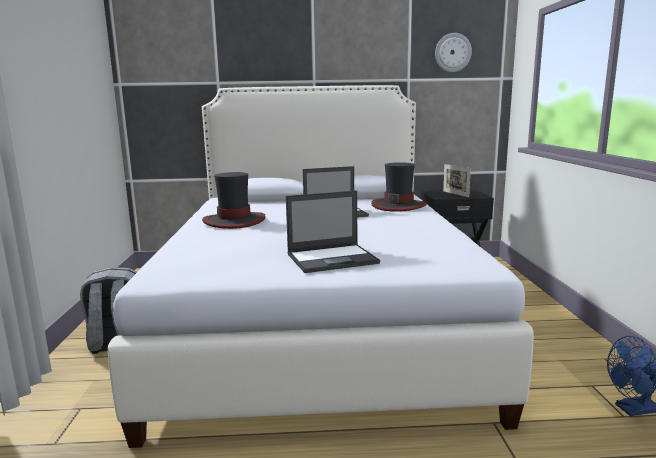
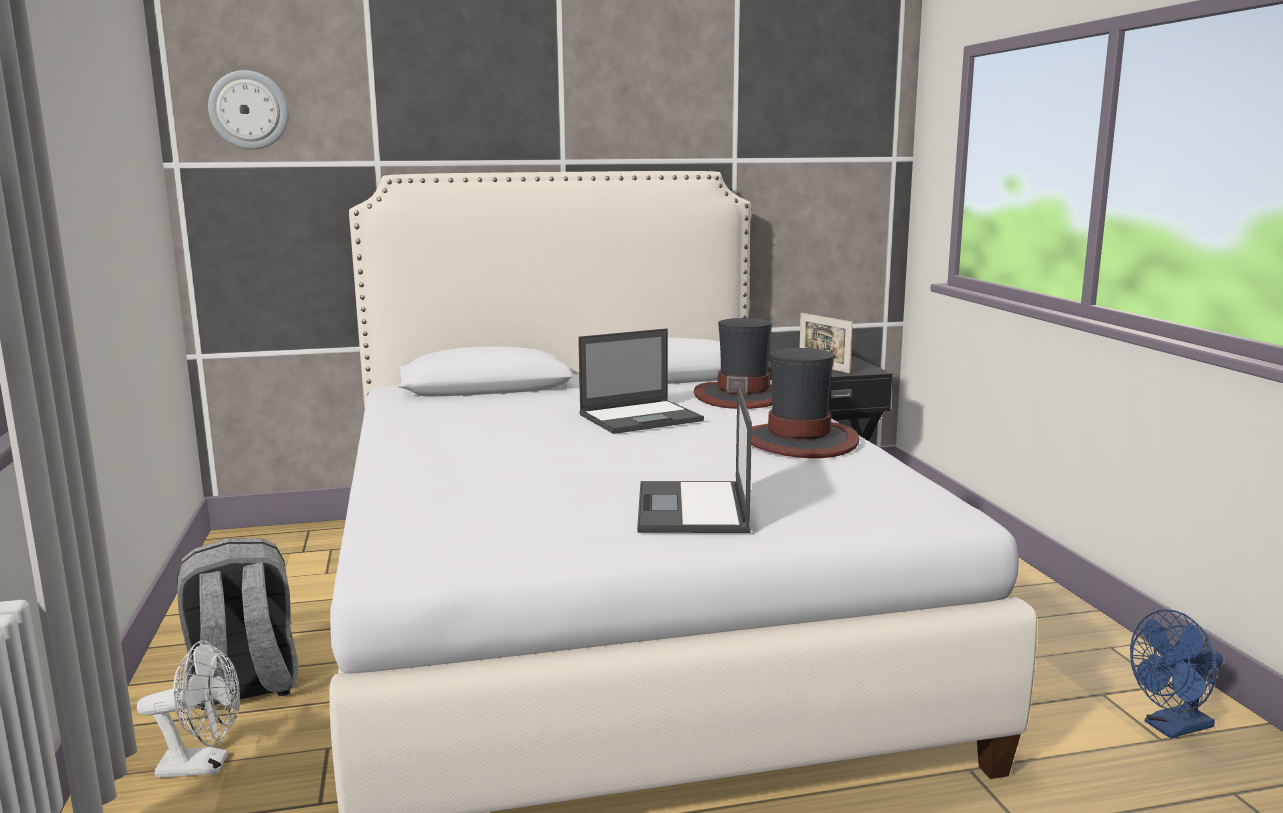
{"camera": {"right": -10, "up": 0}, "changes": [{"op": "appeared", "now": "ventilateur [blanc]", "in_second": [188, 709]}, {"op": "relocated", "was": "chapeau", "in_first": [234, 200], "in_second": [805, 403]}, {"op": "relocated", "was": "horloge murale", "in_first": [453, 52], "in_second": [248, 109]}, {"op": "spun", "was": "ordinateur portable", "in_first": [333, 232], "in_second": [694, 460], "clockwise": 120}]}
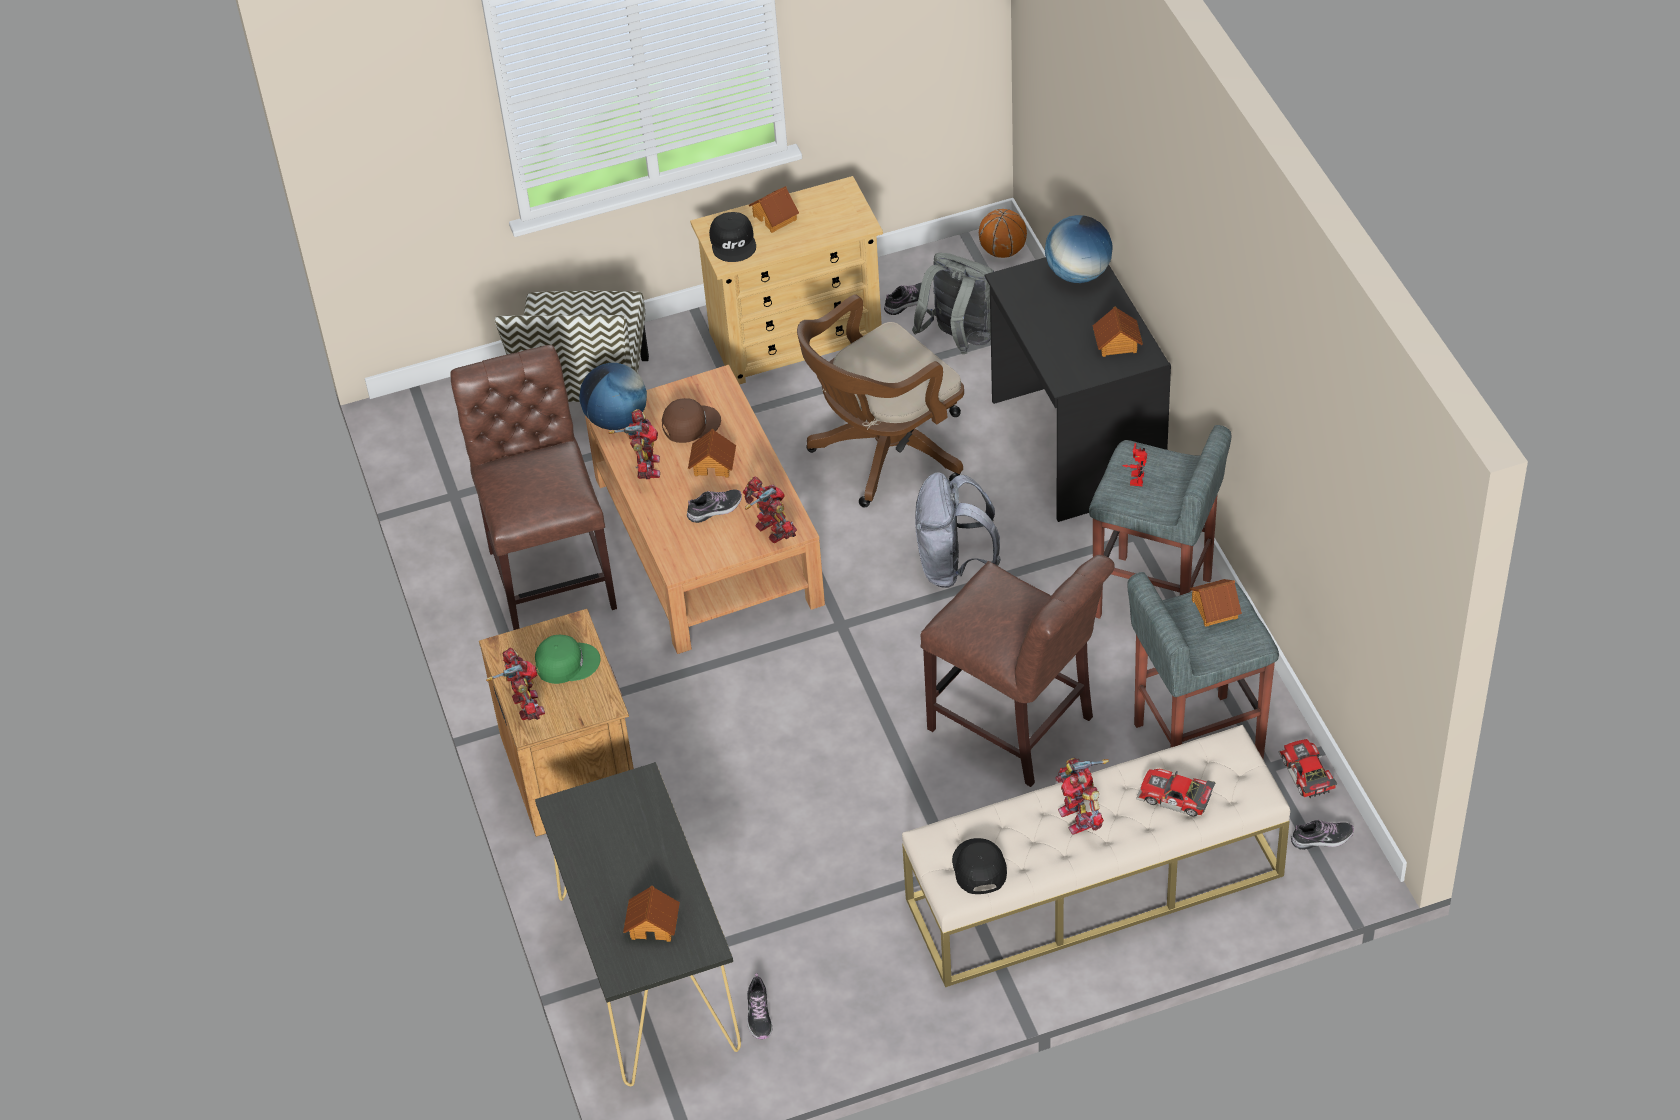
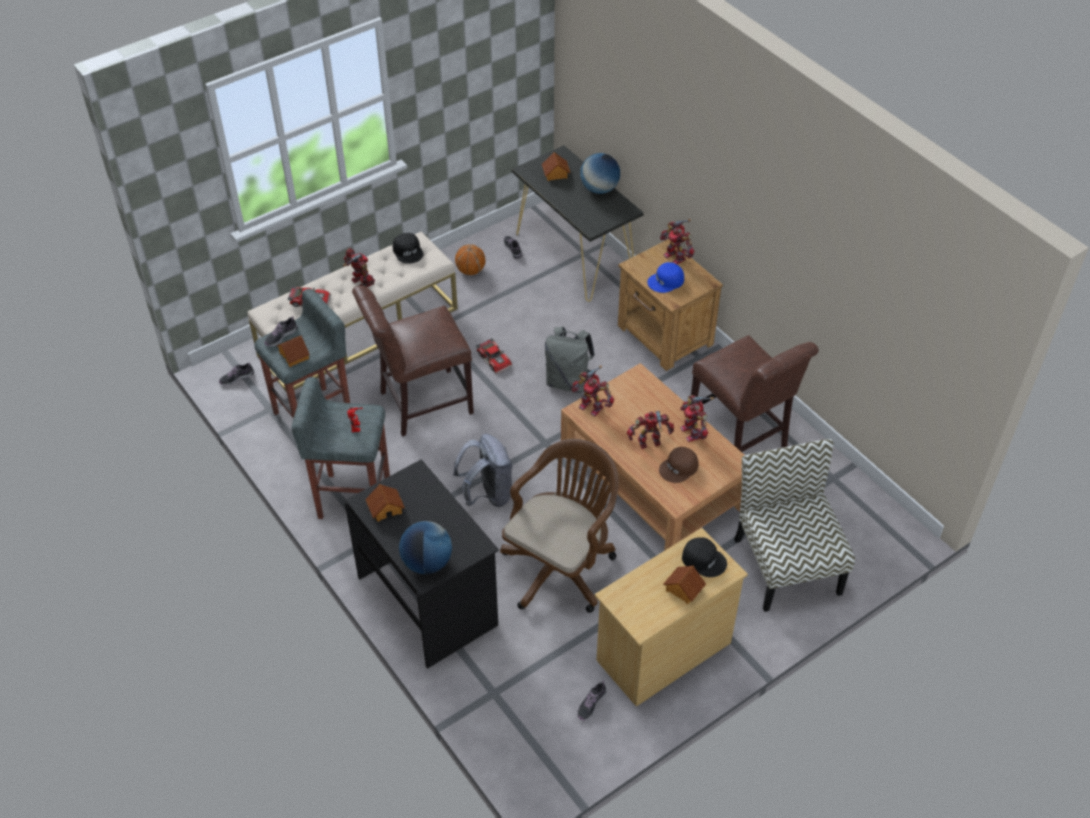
{"camera": {"right": 160, "up": 0}, "changes": [{"op": "relocated", "was": "globe", "in_first": [613, 396], "in_second": [600, 173]}, {"op": "relocated", "was": "chaussure", "in_first": [714, 506], "in_second": [281, 331]}, {"op": "relocated", "was": "sac à dos [gris]", "in_first": [953, 303], "in_second": [570, 359]}, {"op": "relocated", "was": "ballon de basket", "in_first": [1003, 233], "in_second": [470, 259]}, {"op": "relocated", "was": "petite voiture", "in_first": [1307, 768], "in_second": [494, 356]}, {"op": "exchanged", "was": "maison miniature", "now": "robot jouet", "in_first": [712, 453], "in_second": [650, 430]}, {"op": "colour", "was": "casquette [vert]", "now": "casquette [bleu]", "in_first": [567, 659], "in_second": [665, 277]}, {"op": "spun", "was": "casquette [noir]", "in_first": [732, 237], "in_second": [704, 557], "clockwise": 150}, {"op": "spun", "was": "chaise [marron]", "in_first": [1017, 671], "in_second": [413, 361], "clockwise": -45}]}
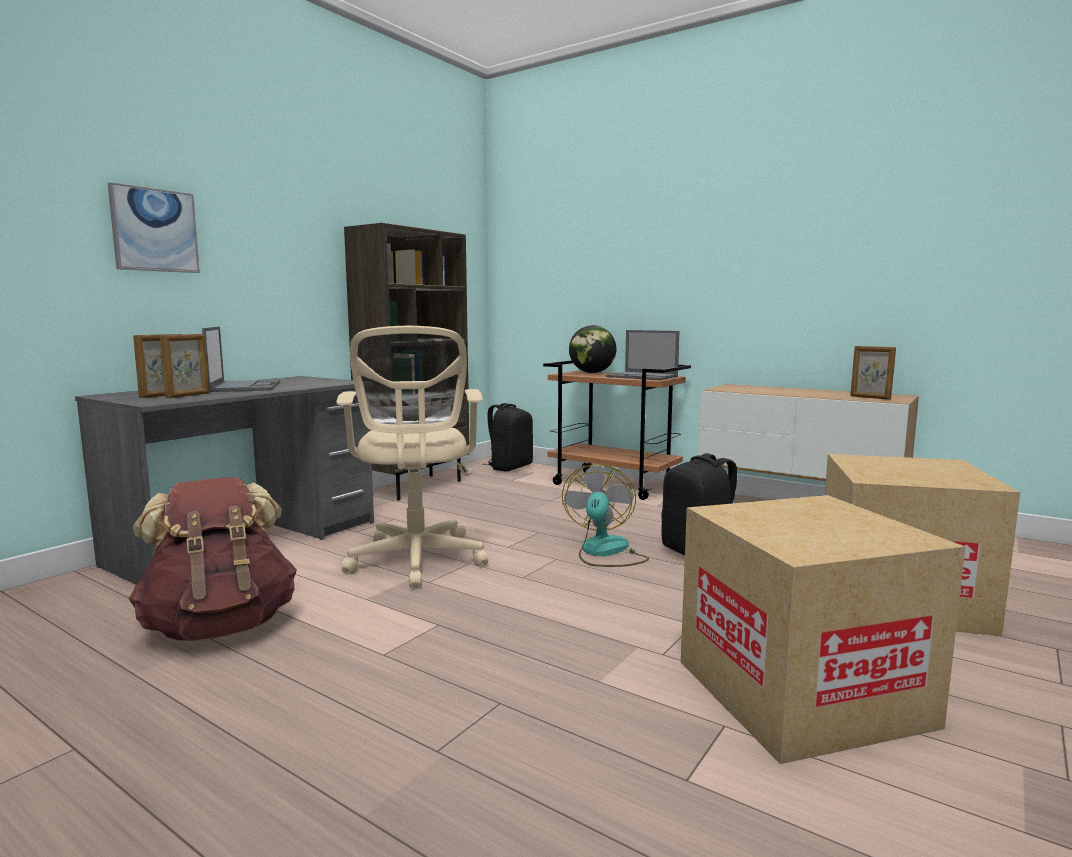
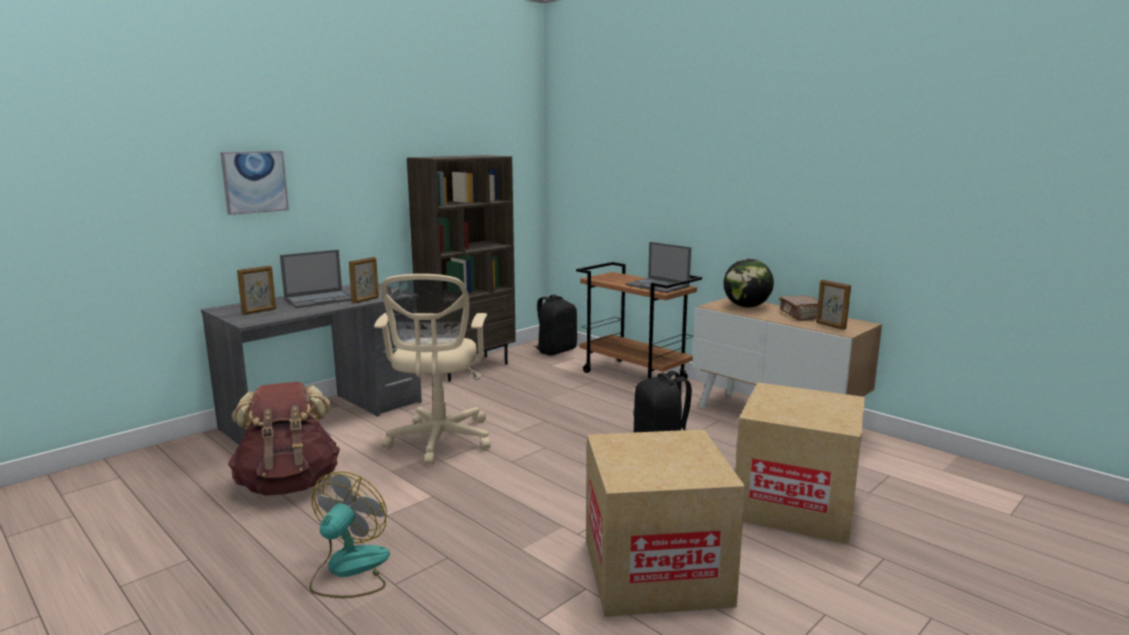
{"camera": {"right": 10, "up": 5}, "changes": [{"op": "appeared", "now": "livre [marron]", "in_second": [798, 308]}, {"op": "relocated", "was": "cadre photo", "in_first": [184, 366], "in_second": [364, 280]}, {"op": "relocated", "was": "ventilateur", "in_first": [605, 515], "in_second": [349, 534]}, {"op": "relocated", "was": "globe", "in_first": [592, 349], "in_second": [749, 283]}, {"op": "spun", "was": "ordinateur portable", "in_first": [241, 359], "in_second": [315, 279], "clockwise": 60}]}
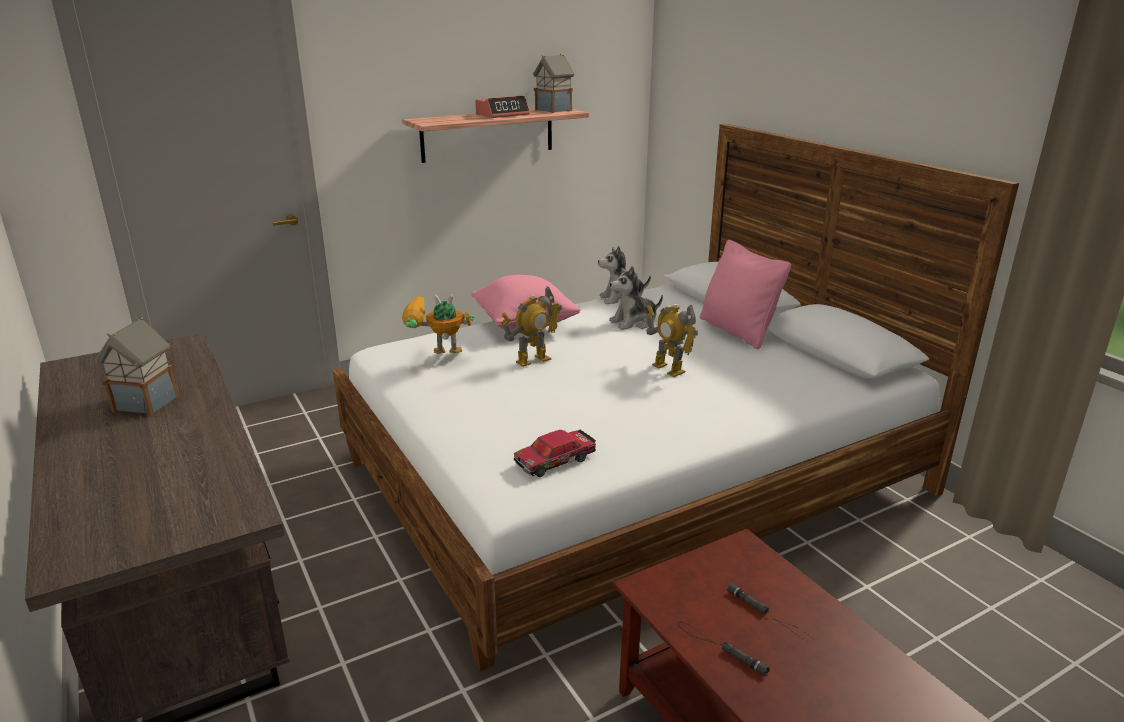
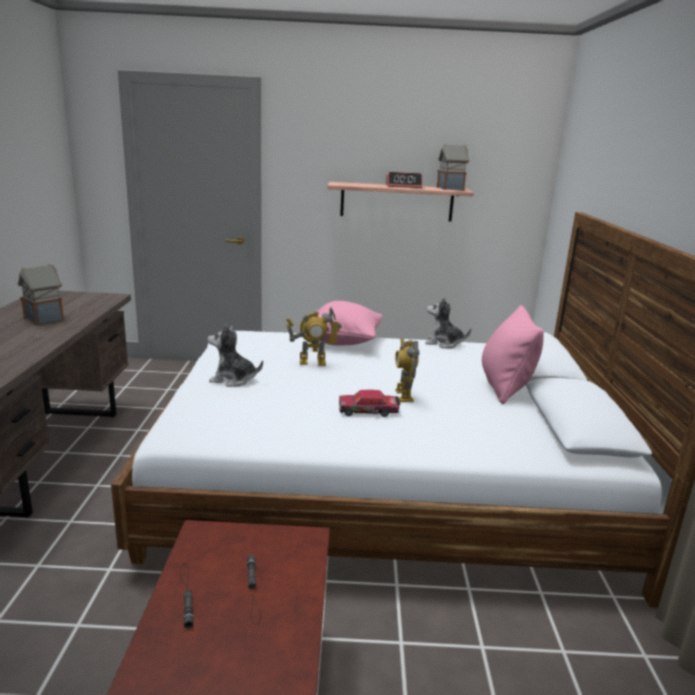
{"camera": {"right": 30, "up": -5}, "changes": [{"op": "missing", "was": "robot jouet", "in_first": [438, 324]}, {"op": "relocated", "was": "petite voiture", "in_first": [555, 453], "in_second": [369, 403]}, {"op": "relocated", "was": "peluche", "in_first": [636, 298], "in_second": [235, 355]}]}
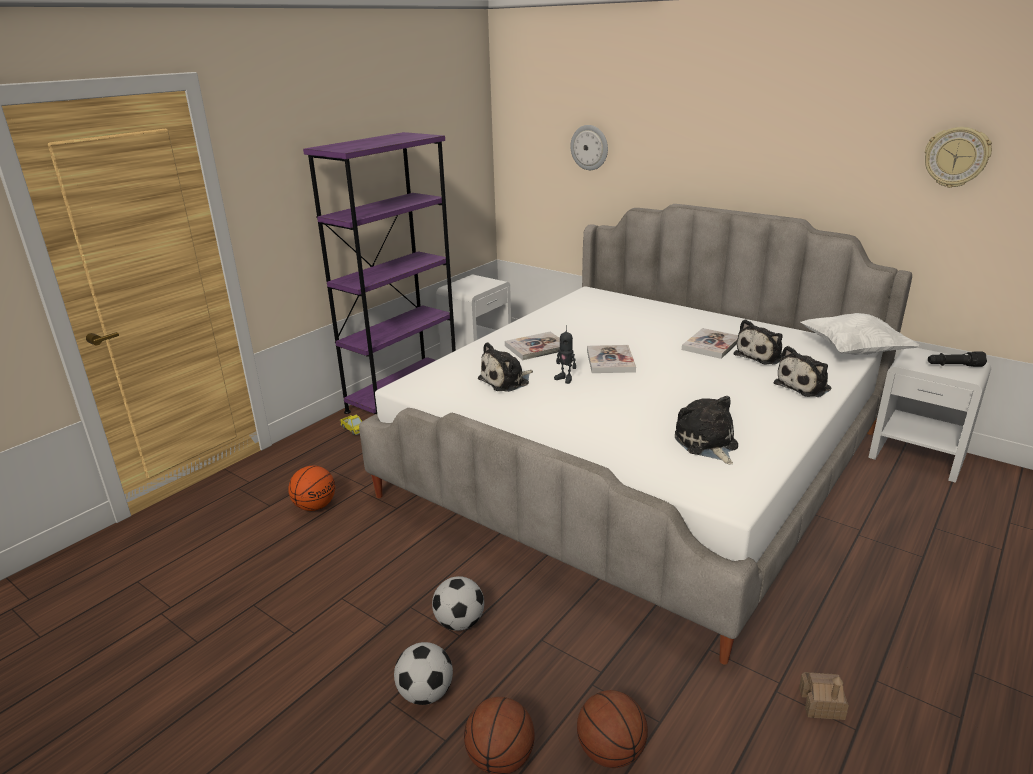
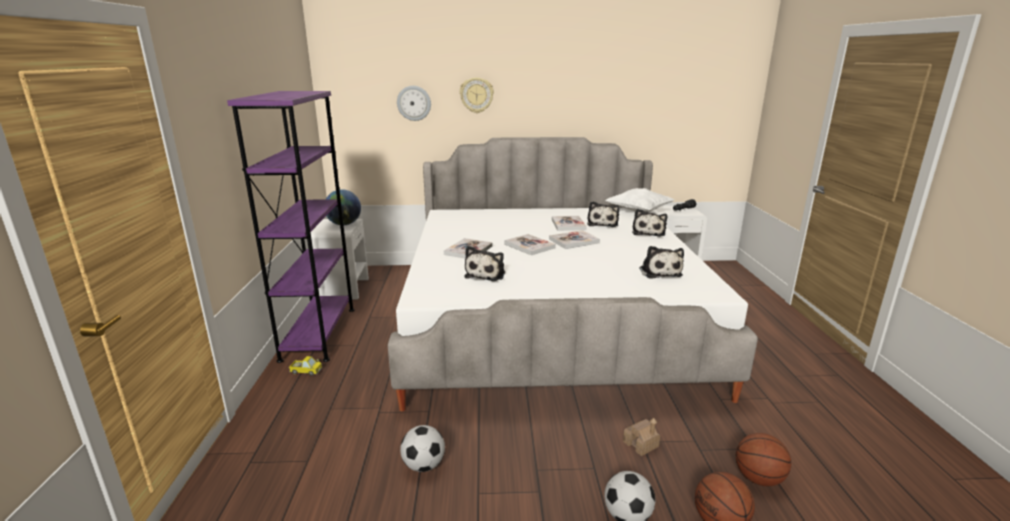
{"camera": {"right": -40, "up": -5}, "changes": [{"op": "missing", "was": "ballon de basket", "in_first": [311, 488]}, {"op": "missing", "was": "robot jouet", "in_first": [565, 354]}, {"op": "appeared", "now": "globe", "in_second": [343, 207]}, {"op": "appeared", "now": "livre", "in_second": [574, 239]}, {"op": "relocated", "was": "ballon de foot", "in_first": [458, 603], "in_second": [422, 448]}, {"op": "relocated", "was": "maison miniature", "in_first": [824, 696], "in_second": [641, 437]}, {"op": "relocated", "was": "horloge murale", "in_first": [958, 157], "in_second": [477, 95]}, {"op": "spun", "was": "peluche", "in_first": [706, 430], "in_second": [661, 262], "clockwise": -135}]}
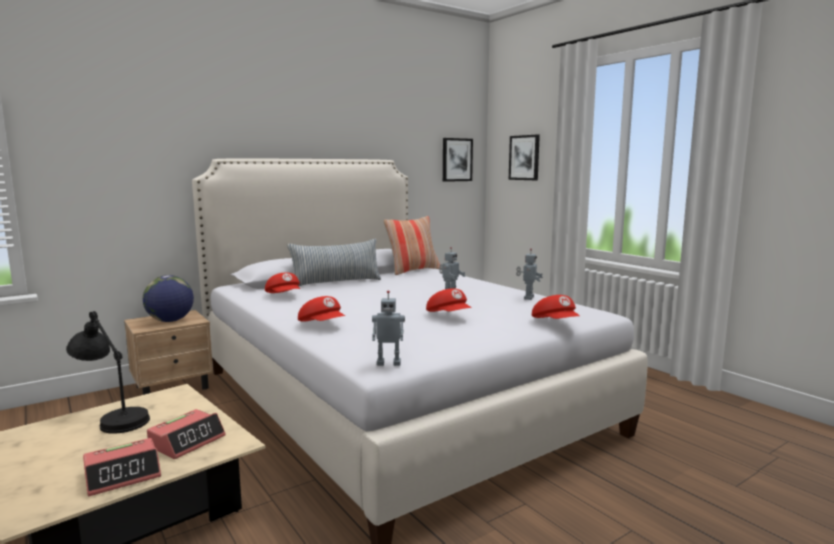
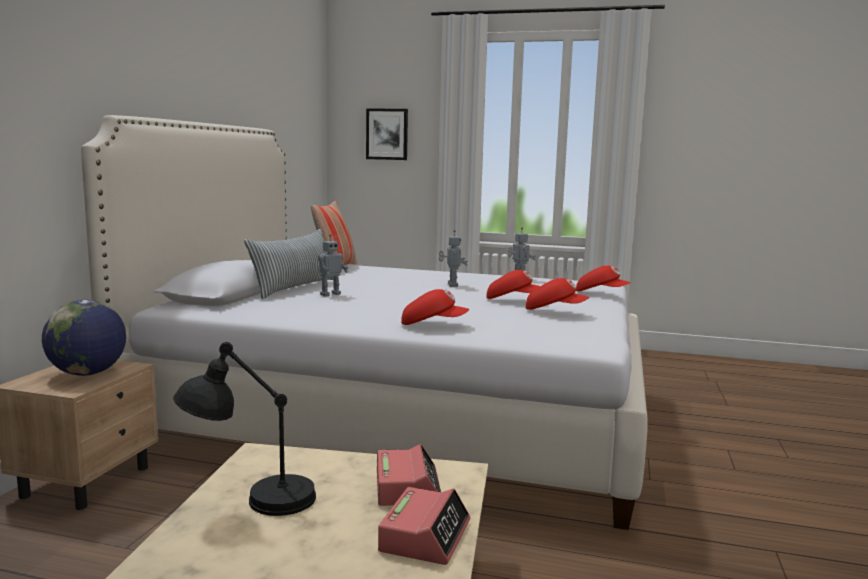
{"camera": {"right": -40, "up": 0}, "changes": [{"op": "missing", "was": "tableau", "in_first": [458, 160]}, {"op": "relocated", "was": "casquette [rouge]", "in_first": [282, 282], "in_second": [557, 294]}, {"op": "relocated", "was": "robot jouet", "in_first": [388, 328], "in_second": [333, 265]}]}
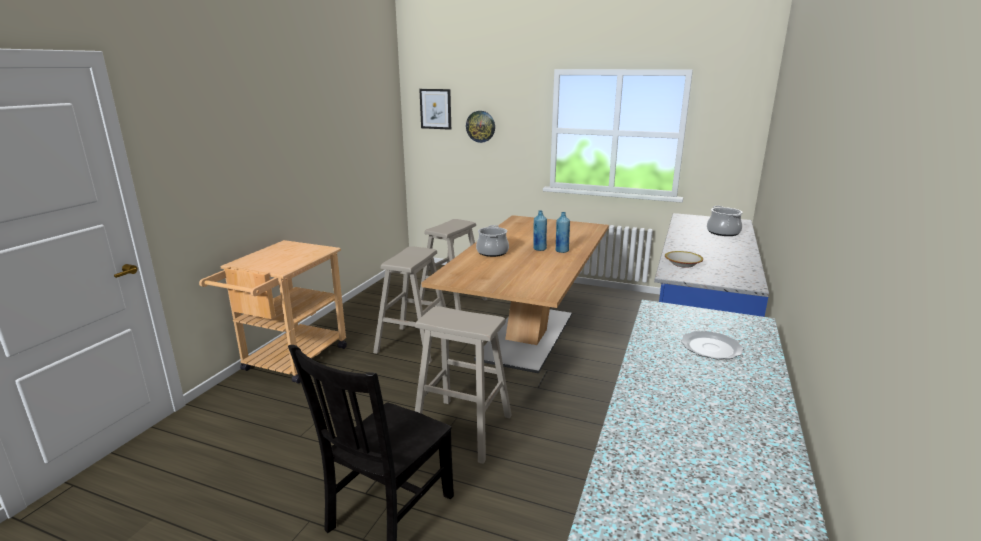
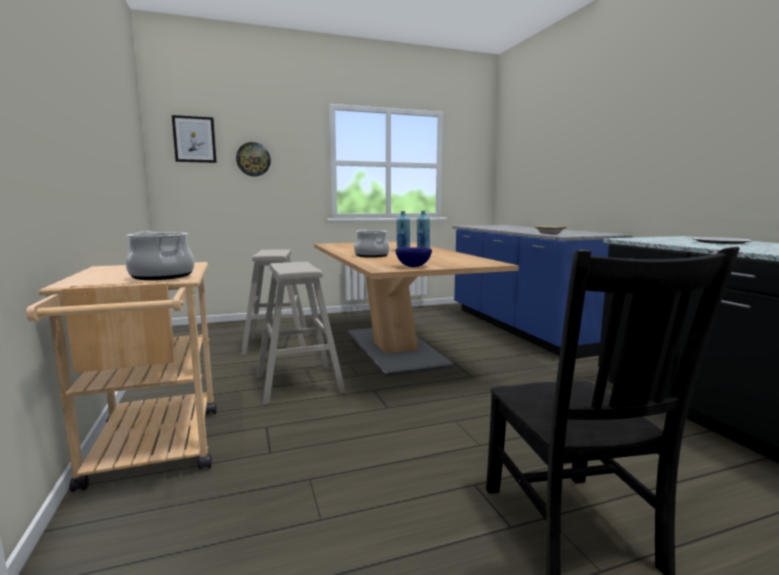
{"camera": {"right": -40, "up": -10}, "changes": [{"op": "missing", "was": "tabouret [beige]", "in_first": [463, 385]}, {"op": "appeared", "now": "bol [bleu]", "in_second": [413, 257]}, {"op": "relocated", "was": "marmite", "in_first": [725, 221], "in_second": [160, 255]}]}
